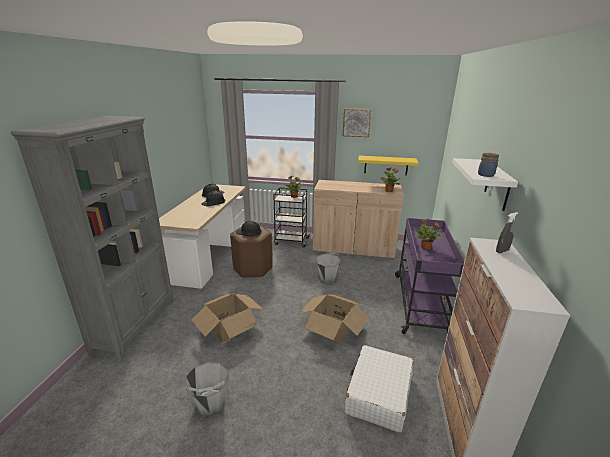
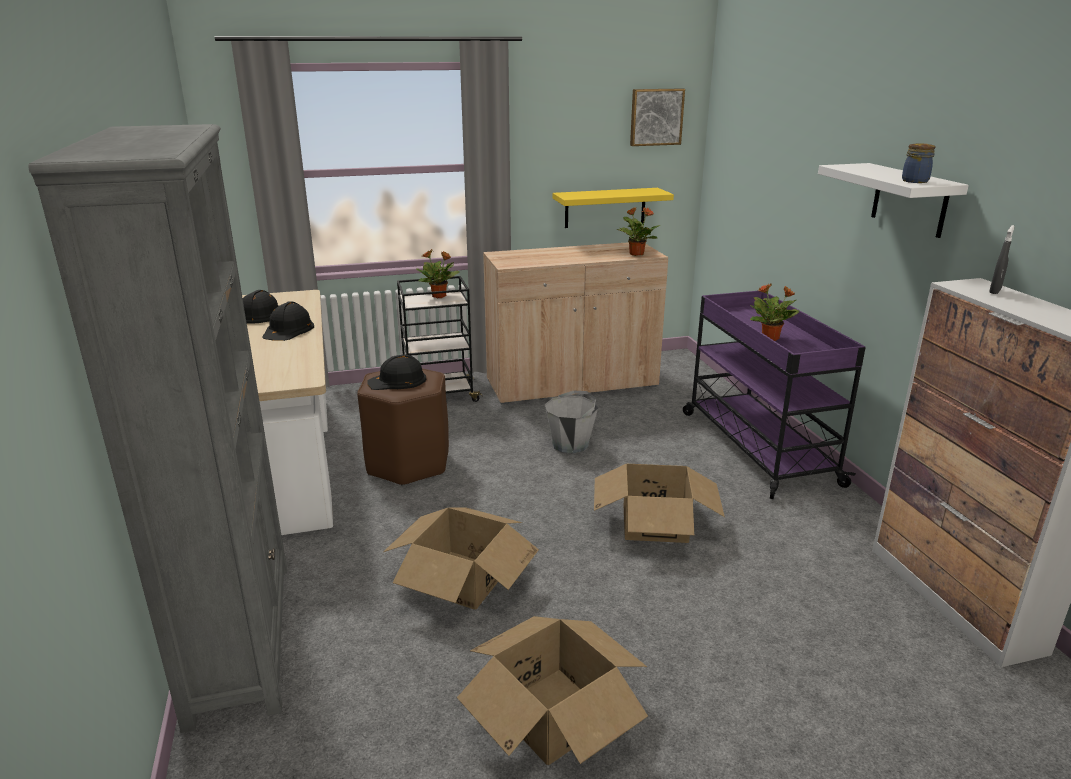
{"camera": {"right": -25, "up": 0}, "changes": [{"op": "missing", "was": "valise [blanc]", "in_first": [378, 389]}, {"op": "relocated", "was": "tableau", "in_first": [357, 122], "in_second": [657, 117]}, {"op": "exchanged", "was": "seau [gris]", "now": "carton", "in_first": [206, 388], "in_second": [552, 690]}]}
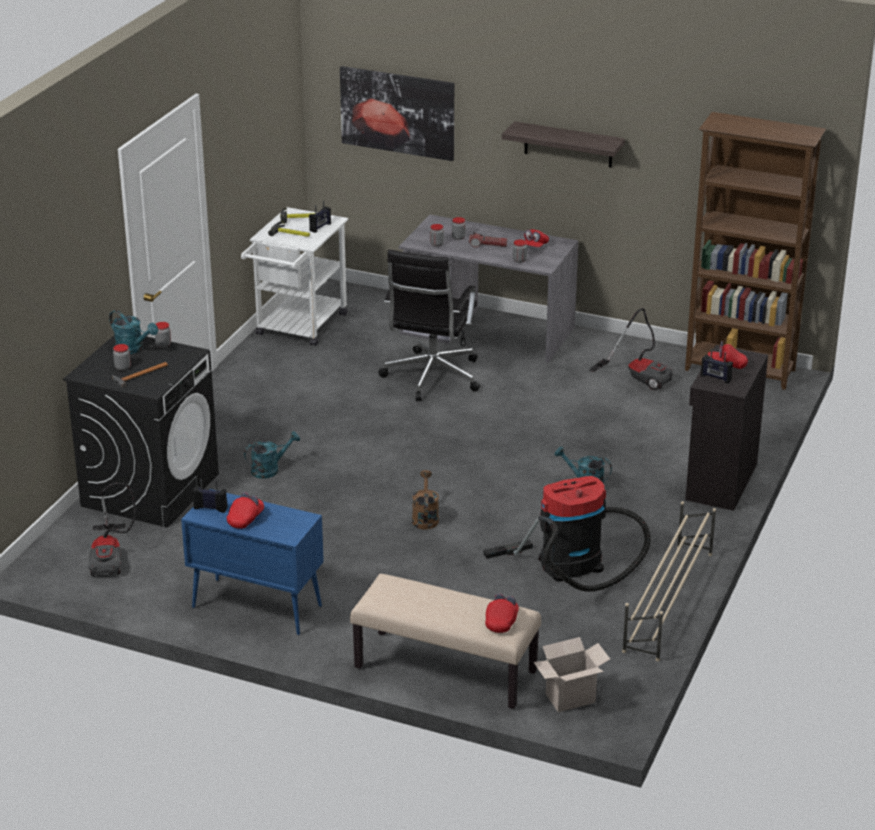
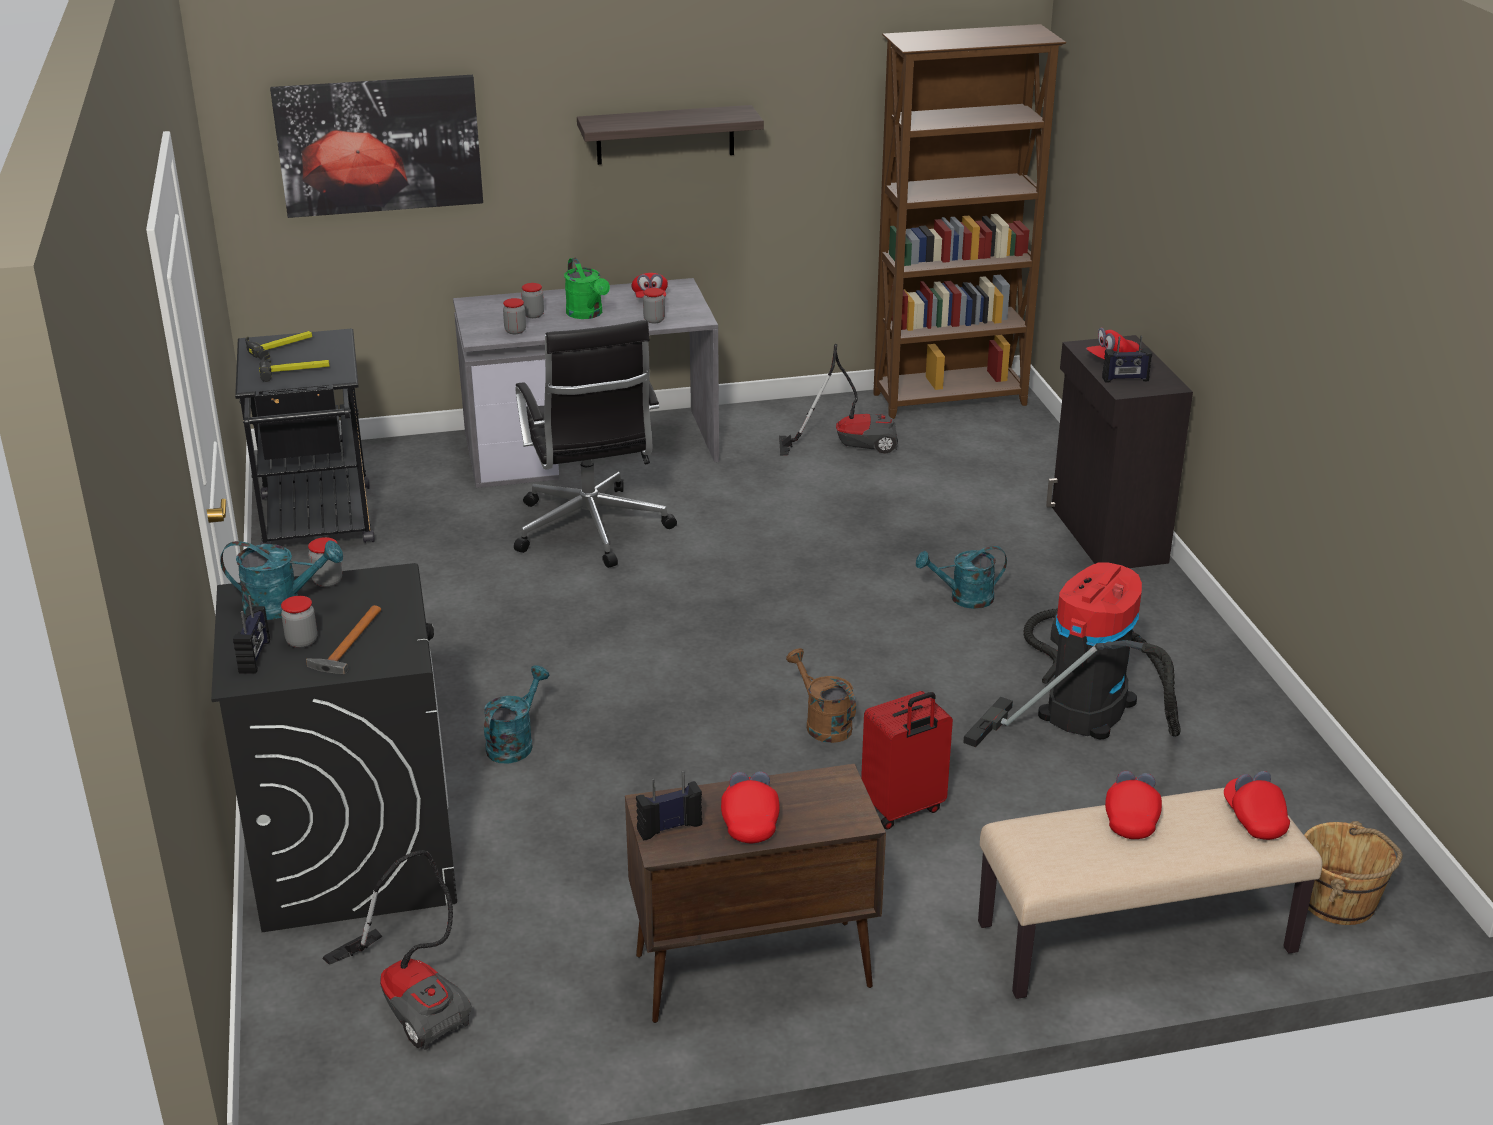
{"camera": {"right": -35, "up": 0}, "changes": [{"op": "missing", "was": "étagère à chaussures [beige]", "in_first": [669, 581]}, {"op": "appeared", "now": "valise [rouge]", "in_second": [907, 760]}, {"op": "appeared", "now": "casquette [rouge]", "in_second": [1133, 805]}, {"op": "relocated", "was": "radio", "in_first": [320, 217], "in_second": [251, 634]}, {"op": "exchanged", "was": "lampe de poche", "now": "arrosoir [vert]", "in_first": [488, 240], "in_second": [587, 288]}, {"op": "exchanged", "was": "carton", "now": "seau [marron]", "in_first": [571, 674], "in_second": [1353, 873]}, {"op": "colour", "was": "meuble de rangement [bleu]", "now": "meuble de rangement [marron]", "in_first": [252, 562], "in_second": [755, 893]}, {"op": "colour", "was": "chariot [blanc]", "now": "chariot [noir]", "in_first": [294, 276], "in_second": [305, 437]}]}
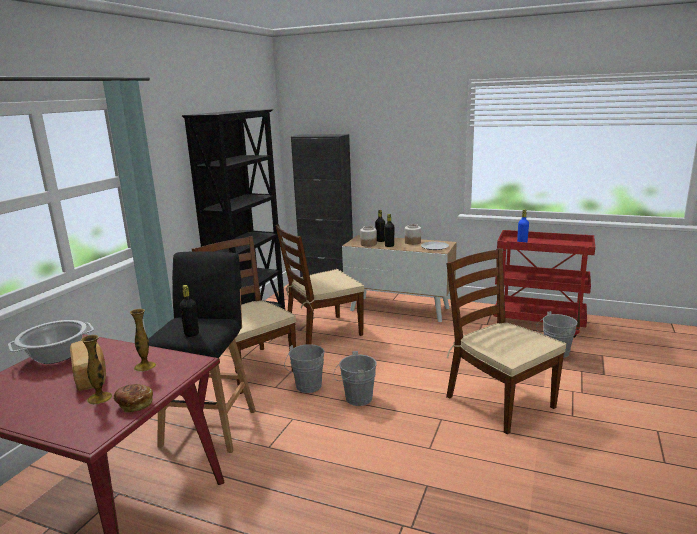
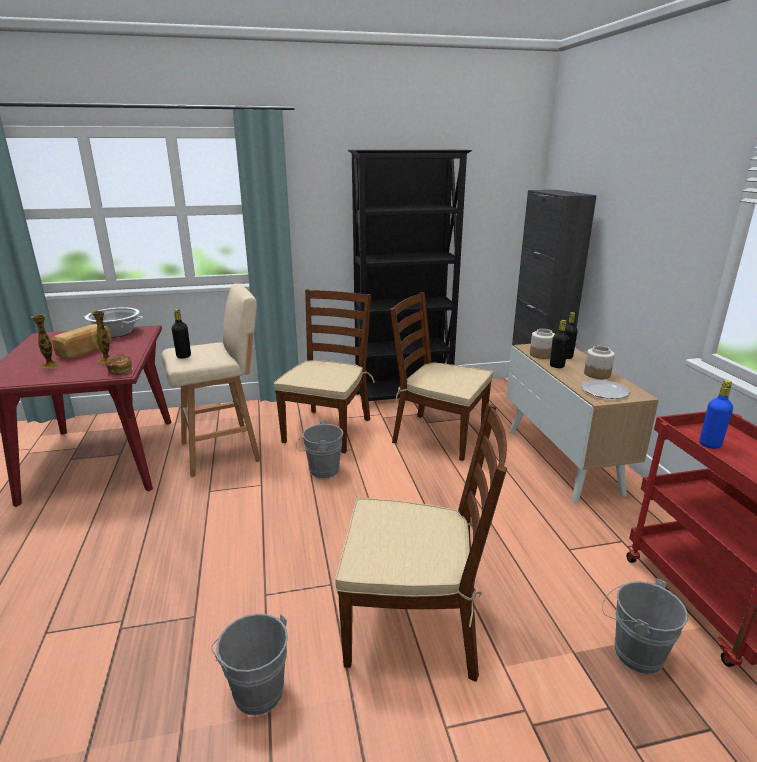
{"camera": {"right": 55, "up": 5}, "changes": [{"op": "relocated", "was": "pain", "in_first": [133, 398], "in_second": [119, 364]}, {"op": "relocated", "was": "seau [gris]", "in_first": [355, 378], "in_second": [249, 664]}, {"op": "colour", "was": "tabouret [noir]", "now": "tabouret [beige]", "in_first": [202, 352], "in_second": [211, 380]}, {"op": "spun", "was": "chaise [marron]", "in_first": [506, 341], "in_second": [421, 543], "clockwise": 75}]}
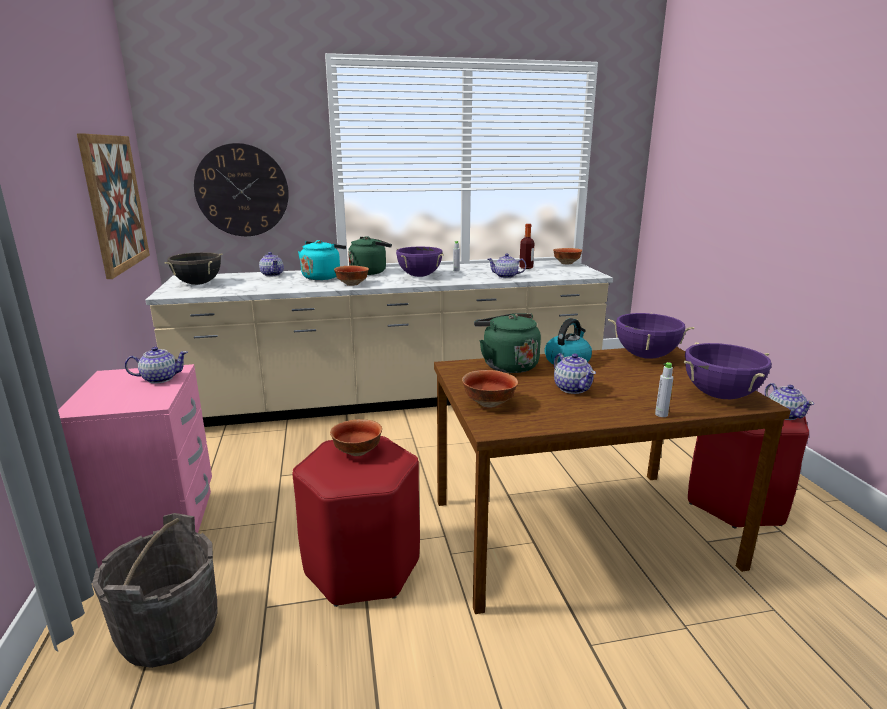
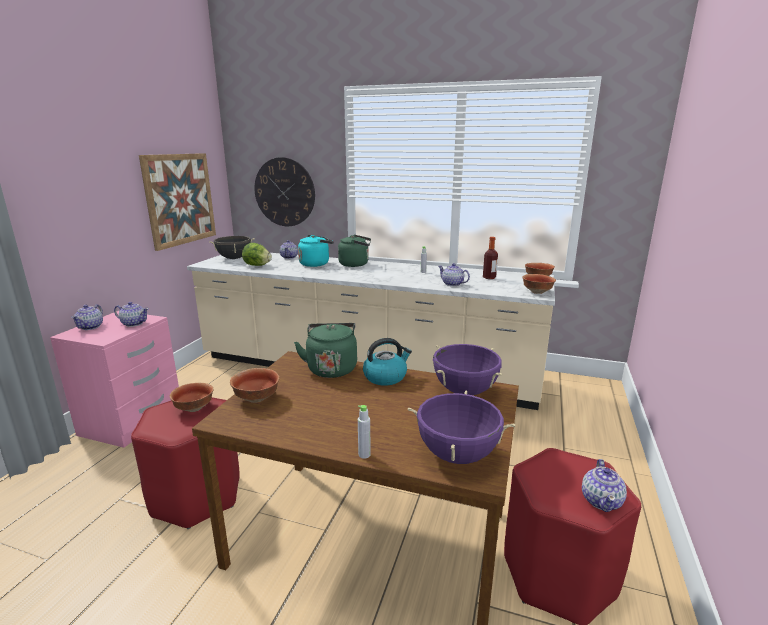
{"camera": {"right": 30, "up": 0}, "changes": [{"op": "missing", "was": "seau [gris]", "in_first": [155, 590]}, {"op": "missing", "was": "marmite [violet]", "in_first": [420, 262]}, {"op": "appeared", "now": "laitue", "in_second": [257, 254]}, {"op": "relocated", "was": "bol", "in_first": [351, 276], "in_second": [539, 284]}, {"op": "relocated", "was": "théière", "in_first": [575, 373], "in_second": [87, 317]}]}
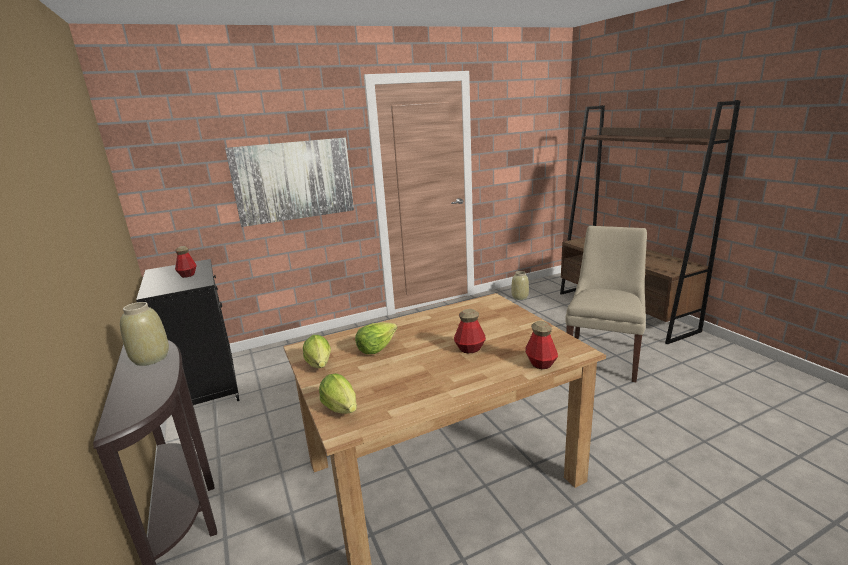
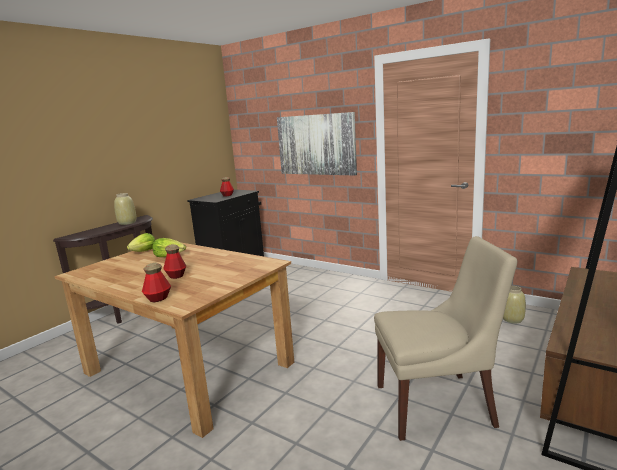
{"camera": {"right": 60, "up": -5}, "changes": [{"op": "missing", "was": "laitue", "in_first": [338, 393]}]}
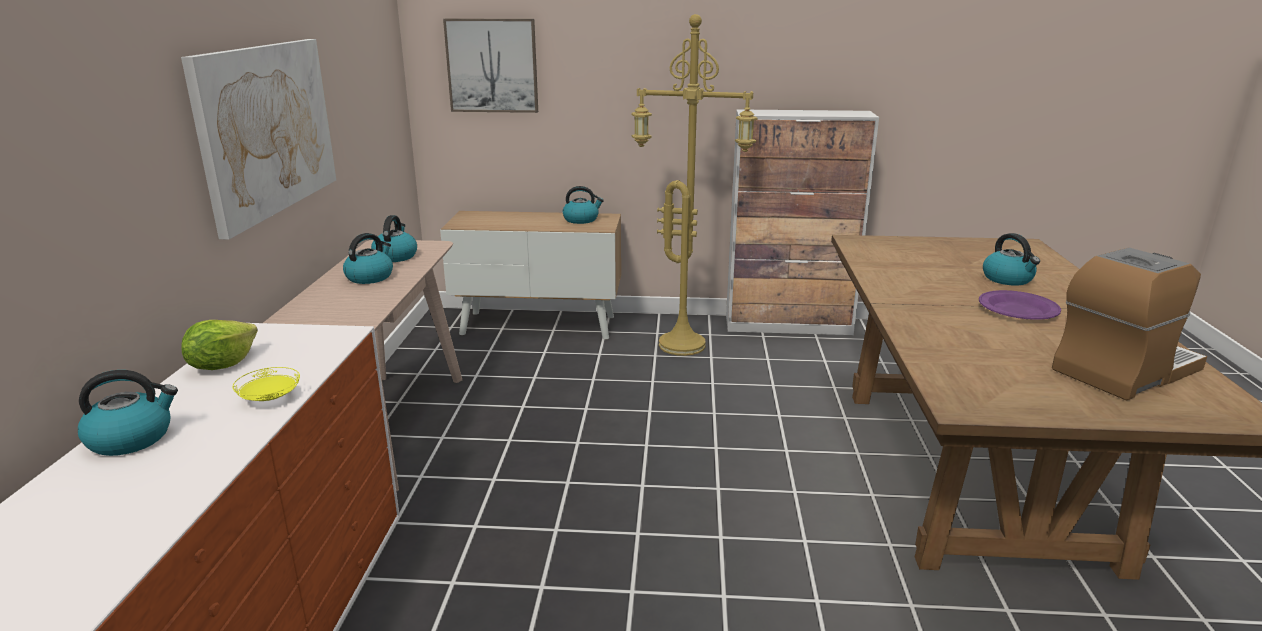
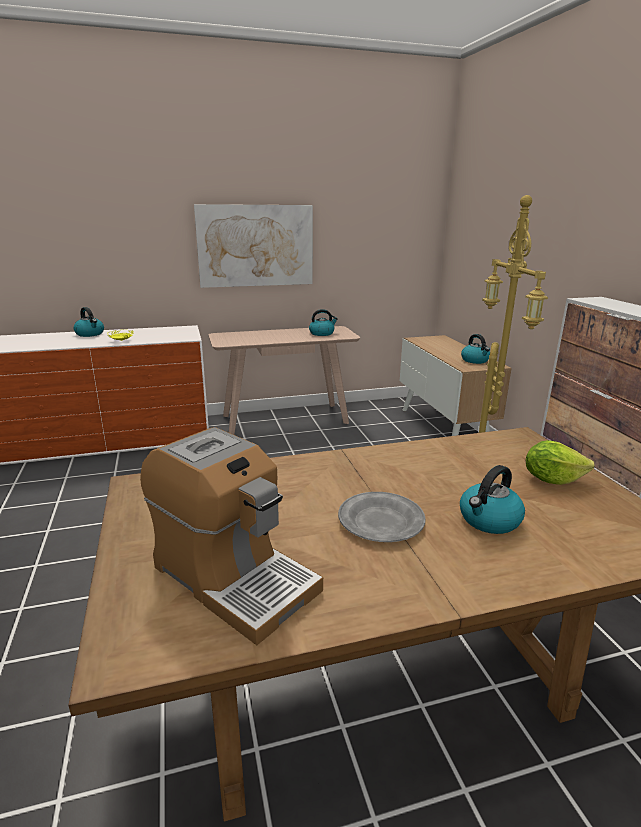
{"camera": {"right": 70, "up": 0}, "changes": [{"op": "missing", "was": "bouilloire", "in_first": [368, 258]}, {"op": "missing", "was": "tableau", "in_first": [490, 66]}, {"op": "relocated", "was": "laitue", "in_first": [219, 345], "in_second": [560, 462]}, {"op": "colour", "was": "assiette [violet]", "now": "assiette [gris]", "in_first": [1020, 305], "in_second": [382, 517]}]}
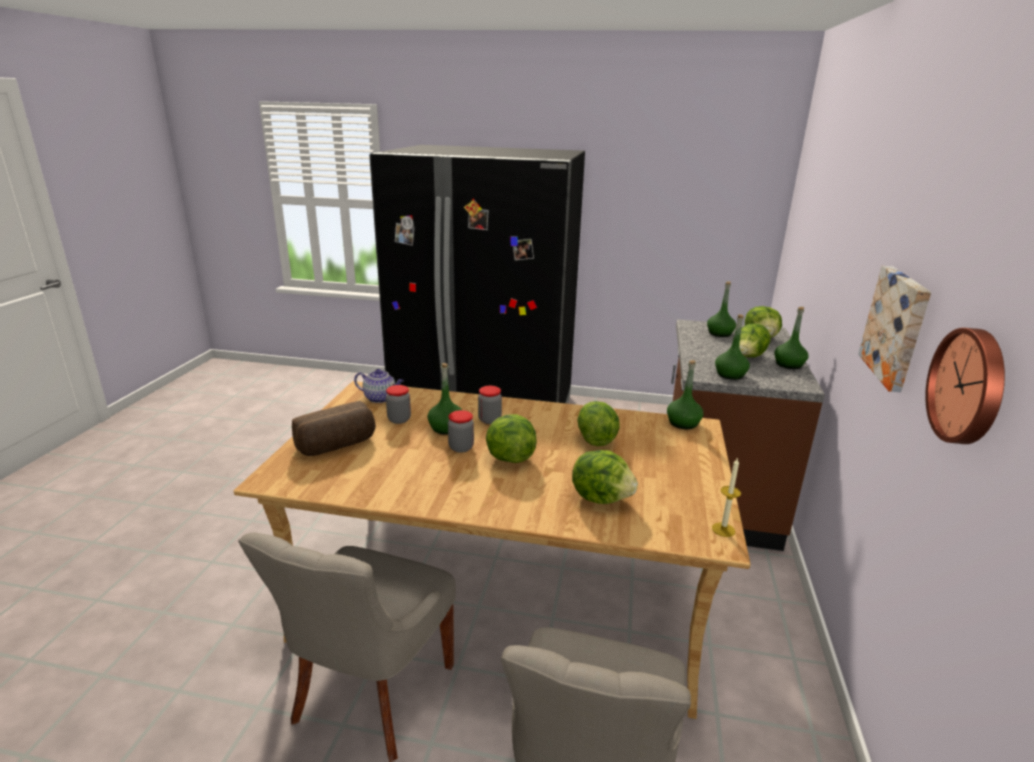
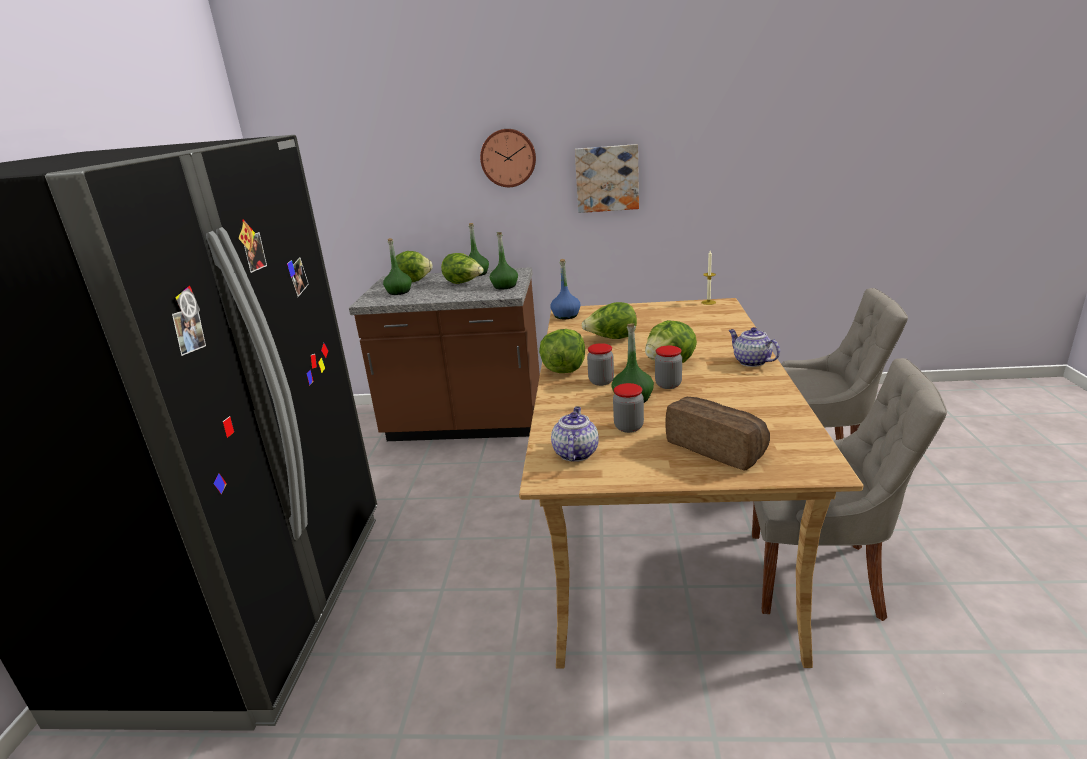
{"camera": {"right": -95, "up": 0}, "changes": [{"op": "appeared", "now": "théière", "in_second": [754, 347]}, {"op": "relocated", "was": "laitue", "in_first": [605, 477], "in_second": [562, 351]}, {"op": "relocated", "was": "horloge murale", "in_first": [965, 386], "in_second": [508, 158]}, {"op": "colour", "was": "bouteille [vert]", "now": "bouteille [bleu]", "in_first": [685, 394], "in_second": [565, 289]}]}
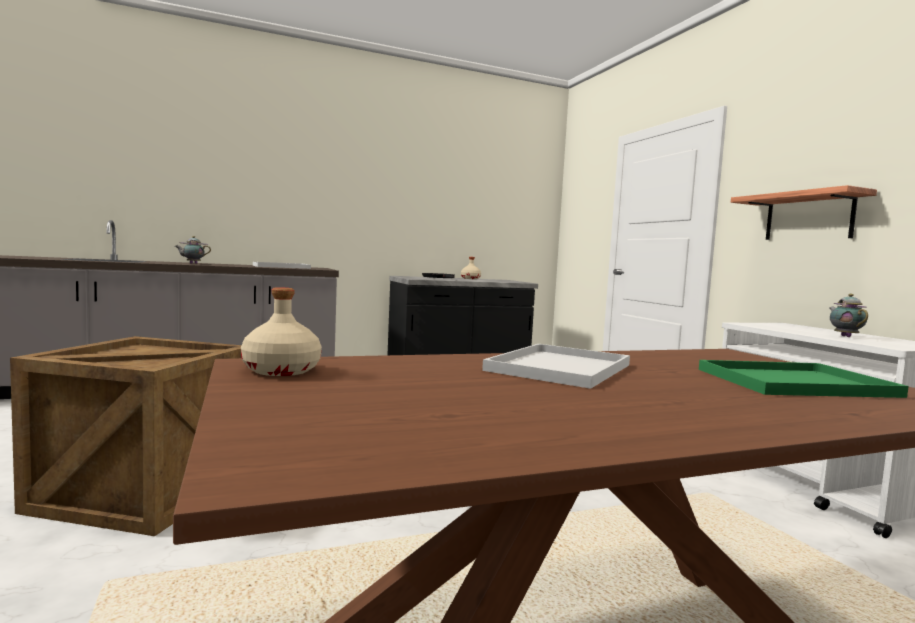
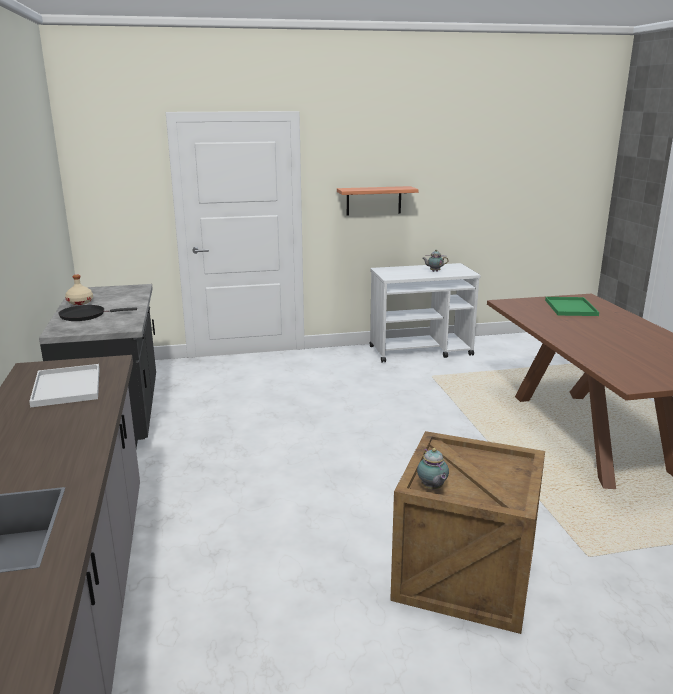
{"camera": {"right": -80, "up": 15}, "changes": [{"op": "missing", "was": "bouteille [beige]", "in_first": [281, 332]}, {"op": "missing", "was": "plateau [blanc]", "in_first": [556, 366]}, {"op": "relocated", "was": "théière", "in_first": [193, 250], "in_second": [433, 469]}]}
